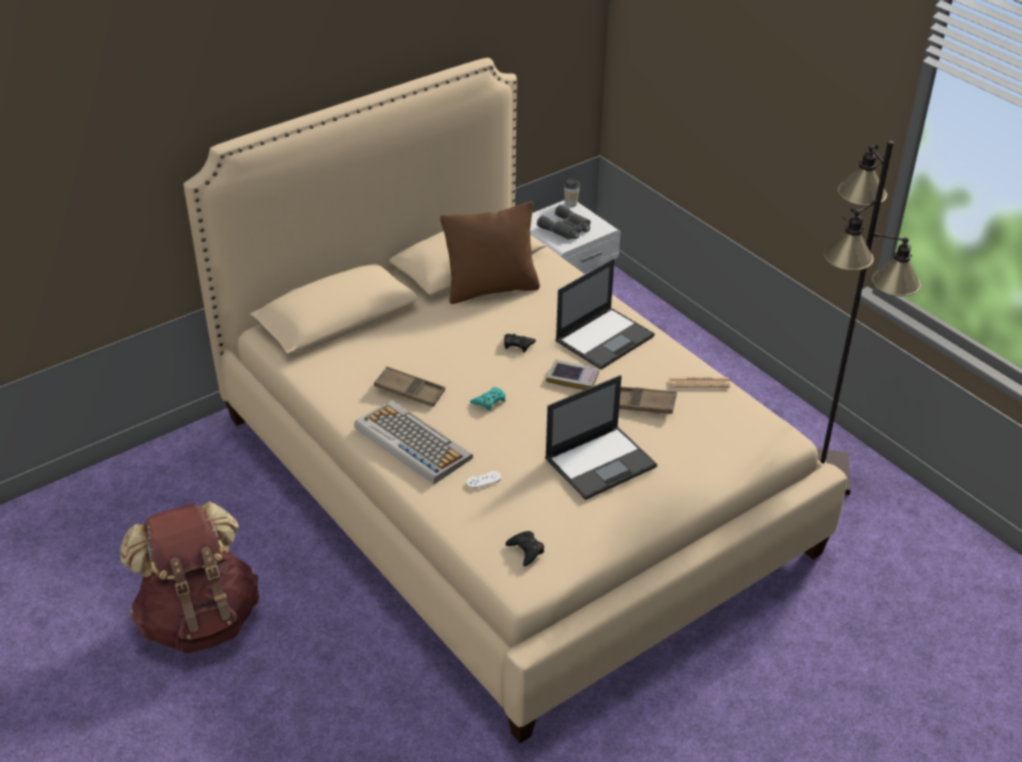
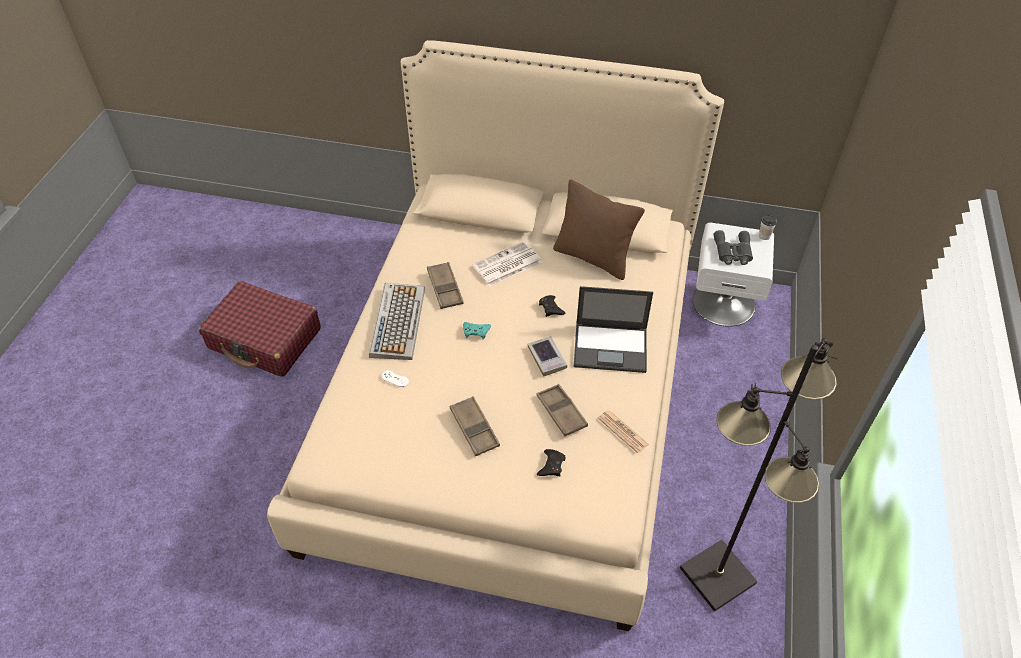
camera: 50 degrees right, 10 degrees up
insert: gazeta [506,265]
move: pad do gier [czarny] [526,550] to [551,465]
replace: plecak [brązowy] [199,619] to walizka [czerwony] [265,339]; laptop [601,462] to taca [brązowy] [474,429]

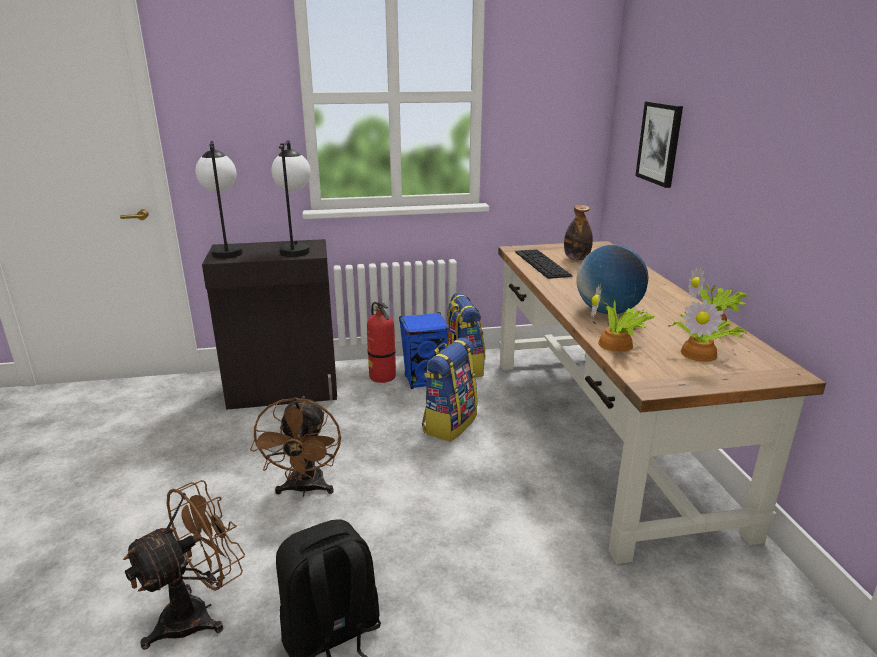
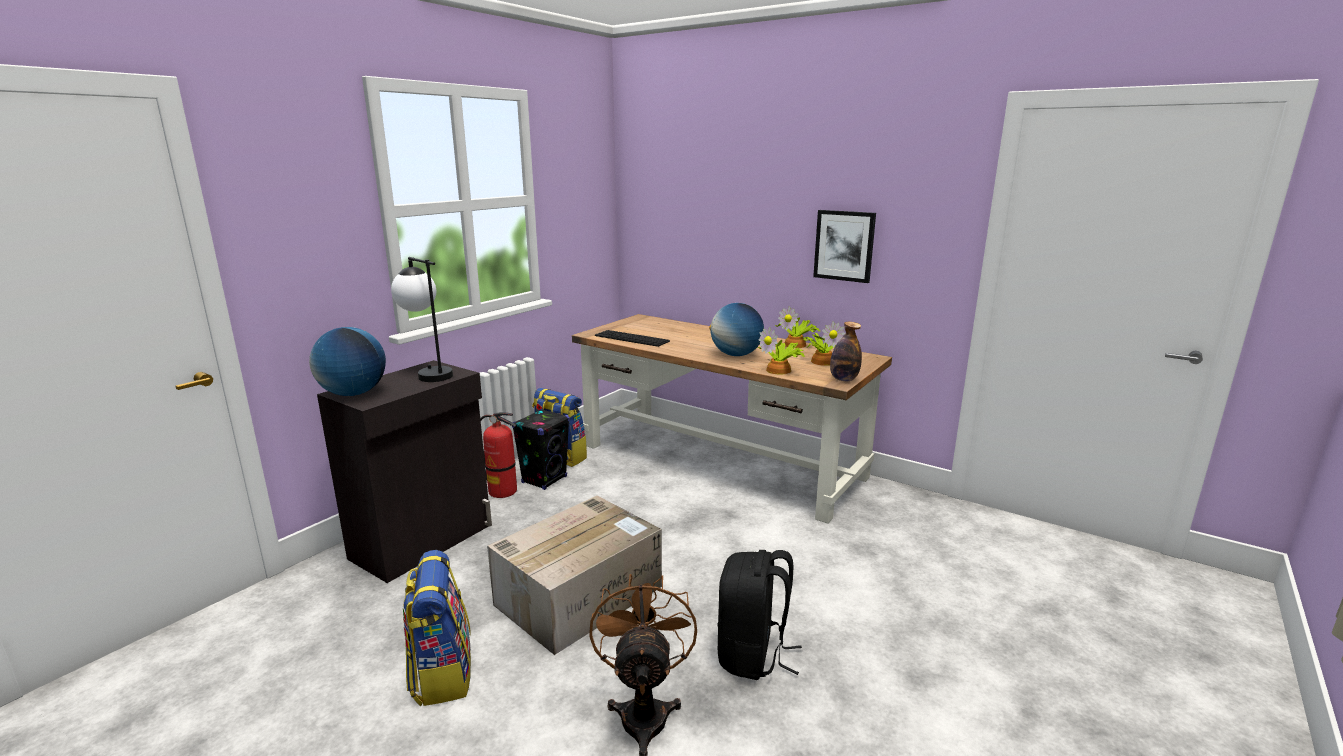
camera: 45 degrees left, 5 degrees down
move: plecak [449,423] to [441,673]; butelka [576,259] to [843,379]; obraz [660,143] to [844,245]
replace: lampa stołowa [226,250] to globus [353,393]; wentylator [brązowy] [305,489] to karton [580,594]
recolor: głośnik [niebieski] [424,380] to głośnik [czarny] [544,480]

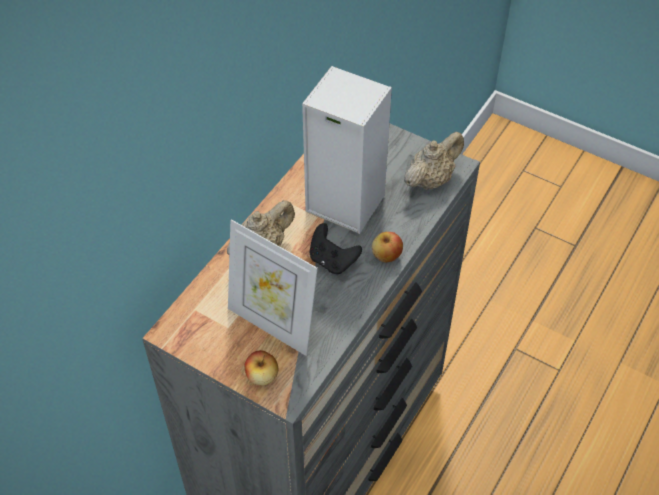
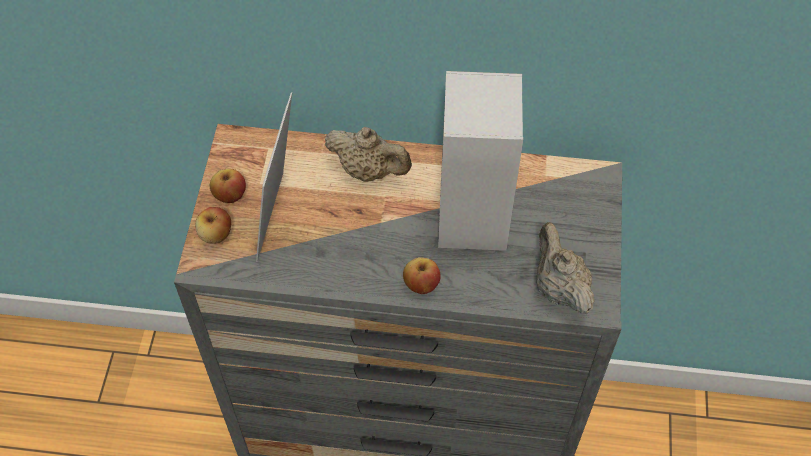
camera: 65 degrees right, 5 degrees up
delete: pad do gier [czarny] [332,261]
insert: jabłko [230,195]
rotate: imbryk [beżowy] [431,179] = [559,288] 135 degrees counterclockwise

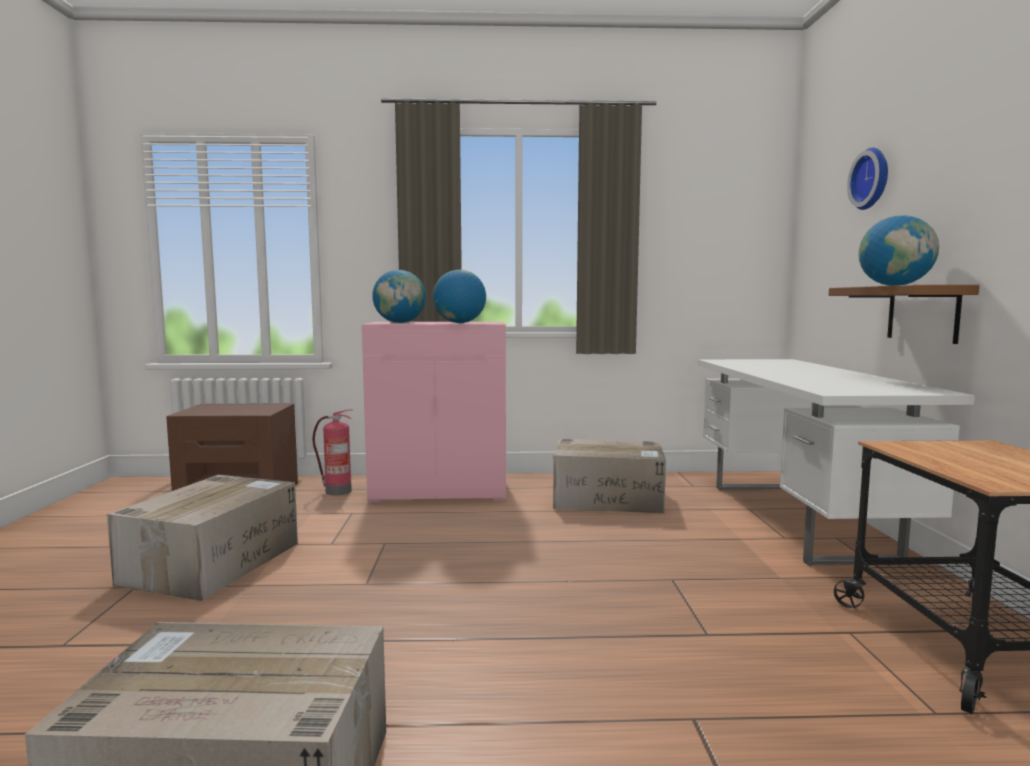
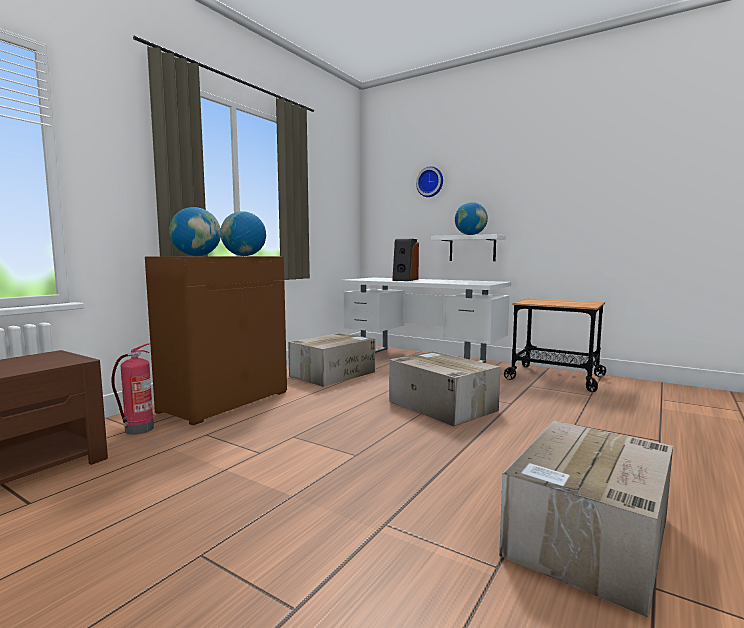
camera: 55 degrees left, 0 degrees up
insert: głośnik [405,280]
move: karton [214,562] to [440,405]
recolor: szafka [różowy] [440,490] to szafka [brązowy] [225,401]; półka [brązowy] [922,313] to półka [biały] [472,248]

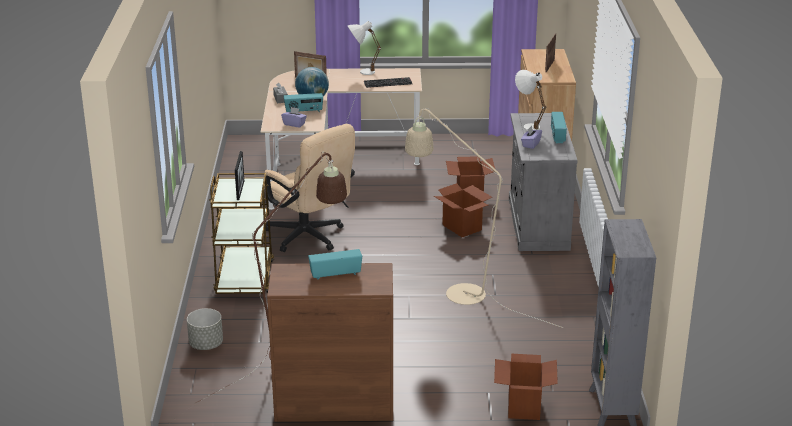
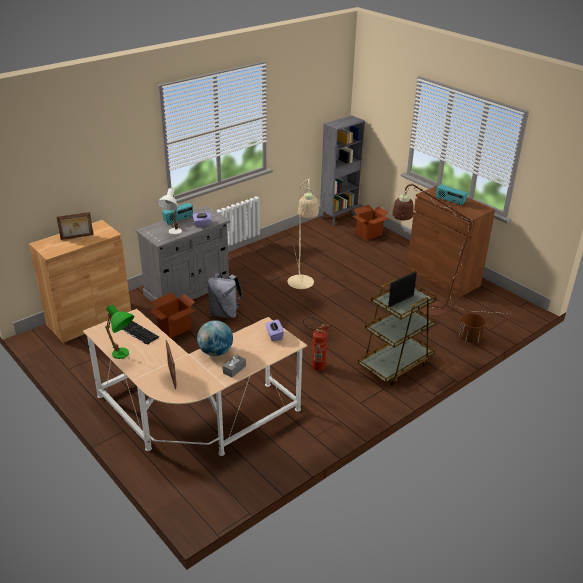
camera: 130 degrees left, 5 degrees up
delete: radio [304,111]
replace: krzesło biurowe [beżowy] [310,238] to gaśnica [314,366]; karton [462,227] to plecak [szary] [225,313]
recolor: donica [szary] [206,344] to donica [brązowy] [469,338]; lampa stołowa [biały] [361,72] to lampa stołowa [zielony] [124,356]

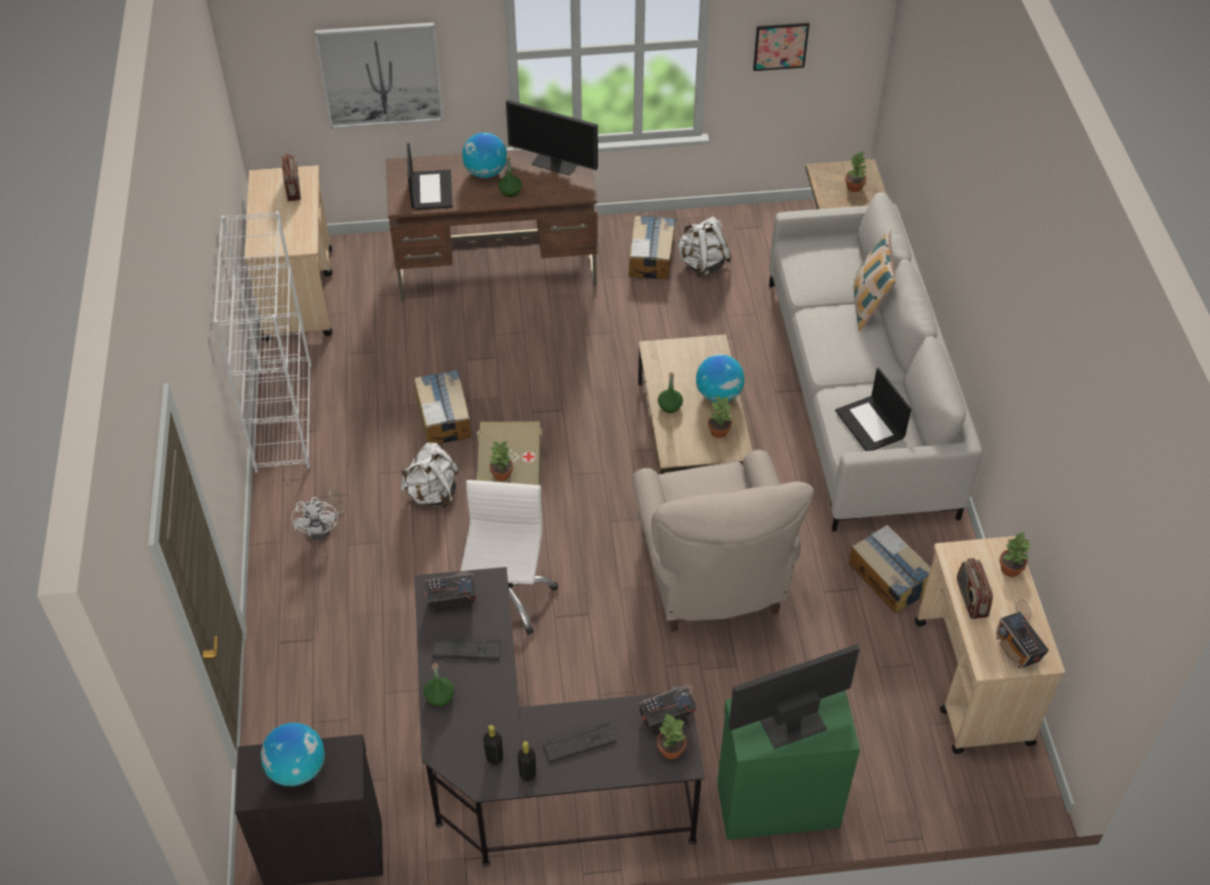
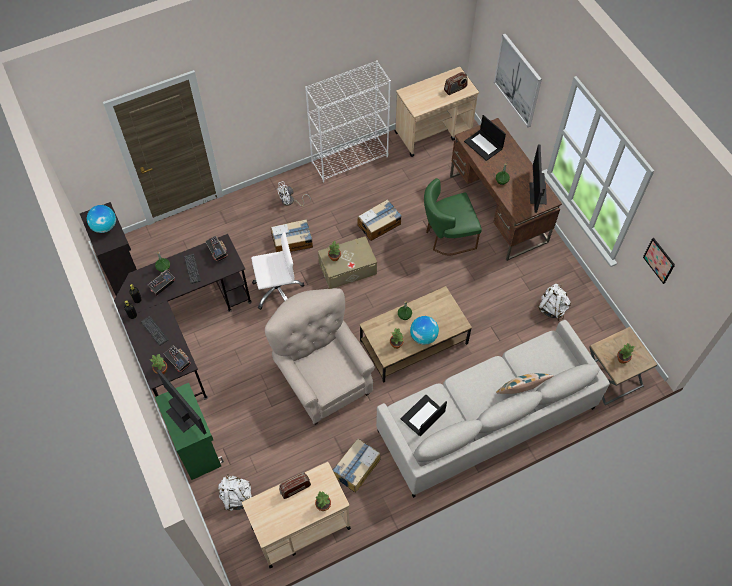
camera: 70 degrees right, 10 degrees up
delete: globus [485,172]
insert: krzesło [zielony] [447,237]
move: plecak [biały] [432,493] to [236,497]; karton [651,256] to [292,241]; radio [1017,650] to [162,287]
rotate: laptop [430,190] = [484,145] 75 degrees clockwise; fotel [beżowy] [711,578] = [322,379] 90 degrees clockwise

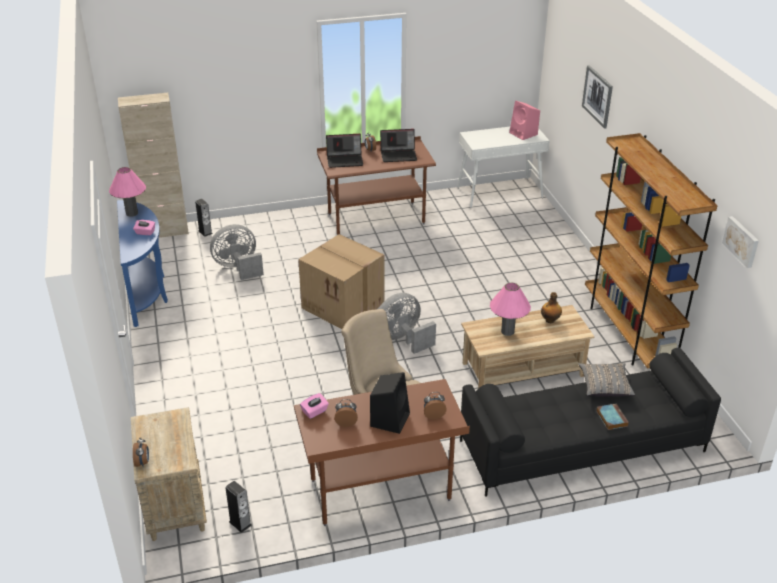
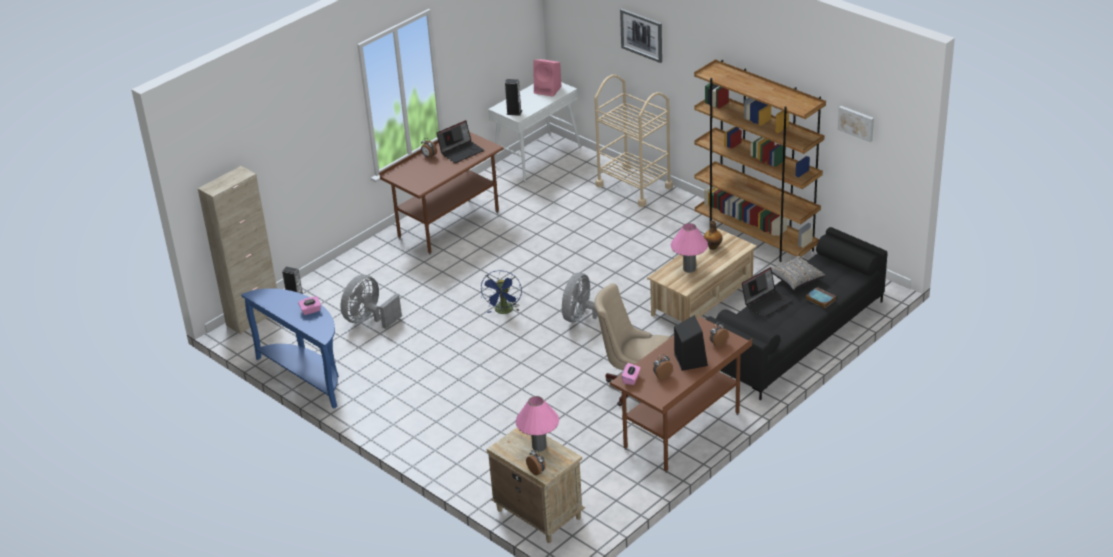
camera: 30 degrees left, 0 degrees up
insert: wózek [beżowy] [634,186]
move: lampa stołowa [różowy] [132,213] to [539,446]; głośnik [240,523] to [514,112]; laptop [345,160] to [767,302]
replace: karton [344,305] to wentylator [niebieski] [504,311]

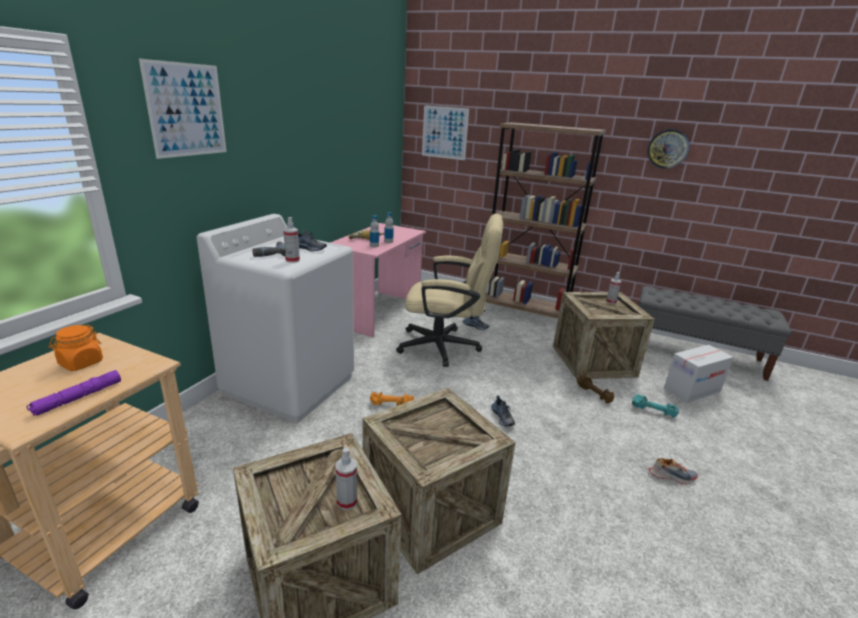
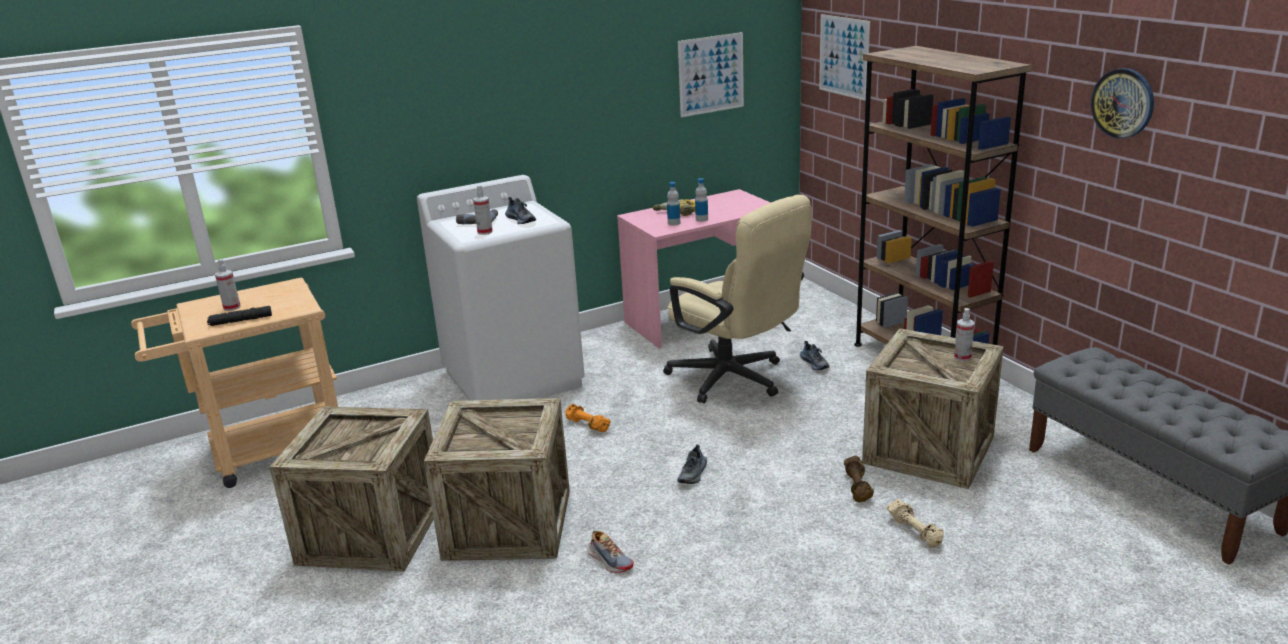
camera: 40 degrees right, 0 degrees up
delete: słoik [pomarańczowy] [81,363]; karton [692,390]
move: obraz [187,110] to [711,74]; spryskiwacz [347,501] to [232,307]; but [671,476] to [610,560]
recolor: latarka [fioletowy] [78,398] to latarka [czarny] [240,321]; hantel [turkusowy] [653,411] to hantel [beżowy] [915,532]

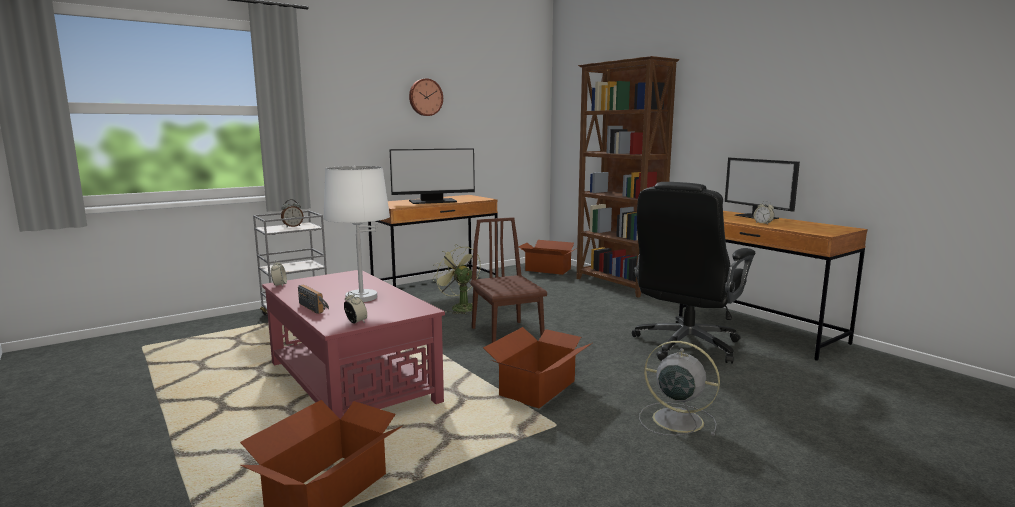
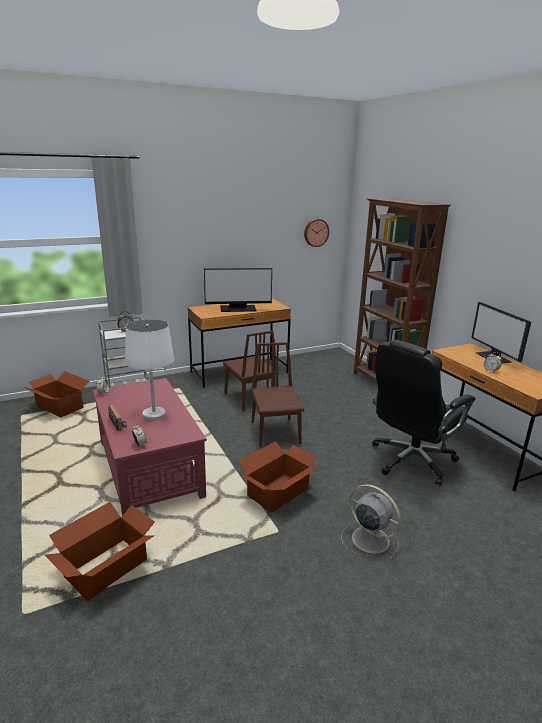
camera: 10 degrees right, 10 degrees up
move: zegar ścienny [425,97] to [316,232]; karton [548,270] to [59,407]
replace: wentylator [zielony] [459,307] to krzesło [brązowy] [249,398]

